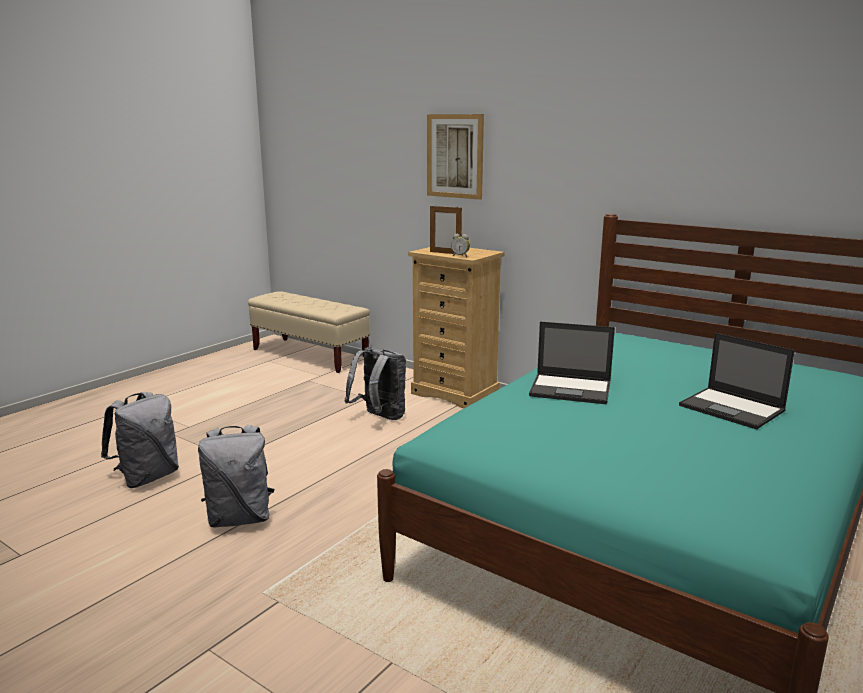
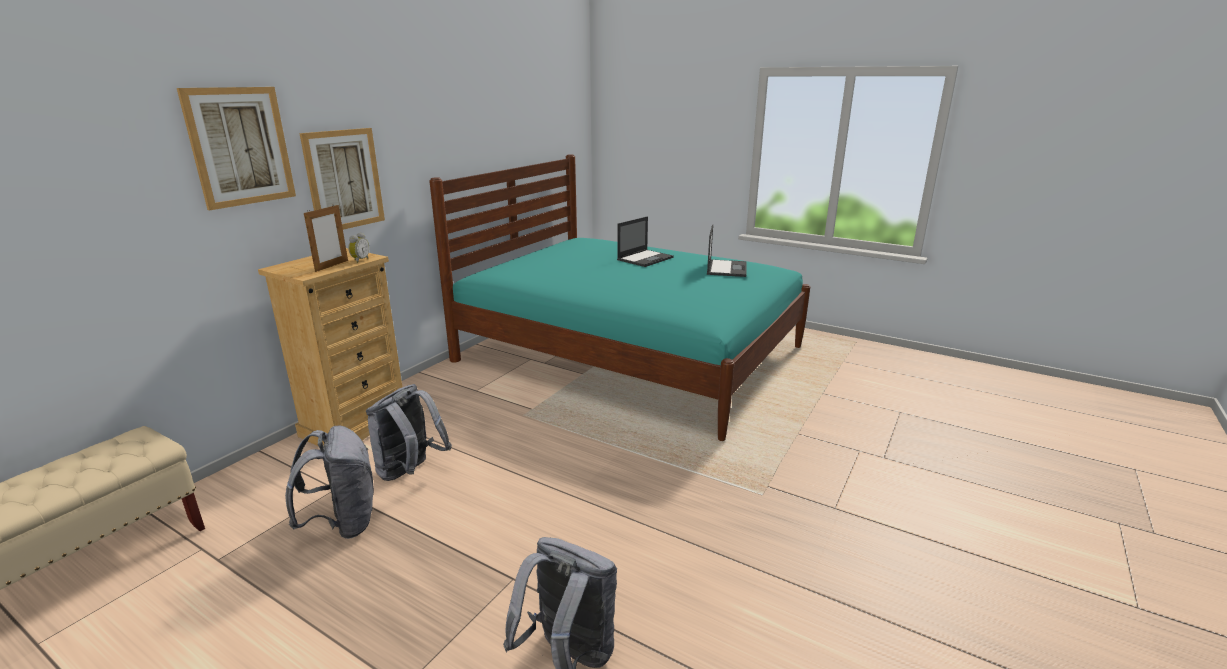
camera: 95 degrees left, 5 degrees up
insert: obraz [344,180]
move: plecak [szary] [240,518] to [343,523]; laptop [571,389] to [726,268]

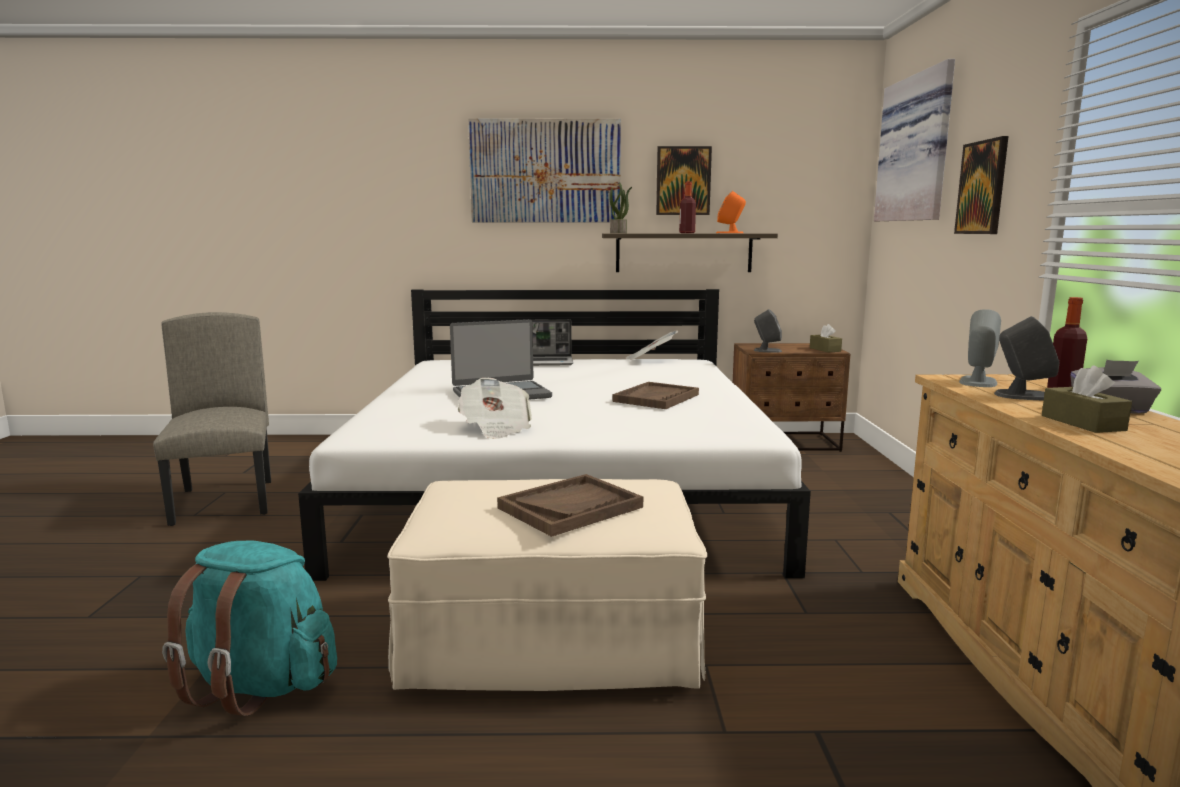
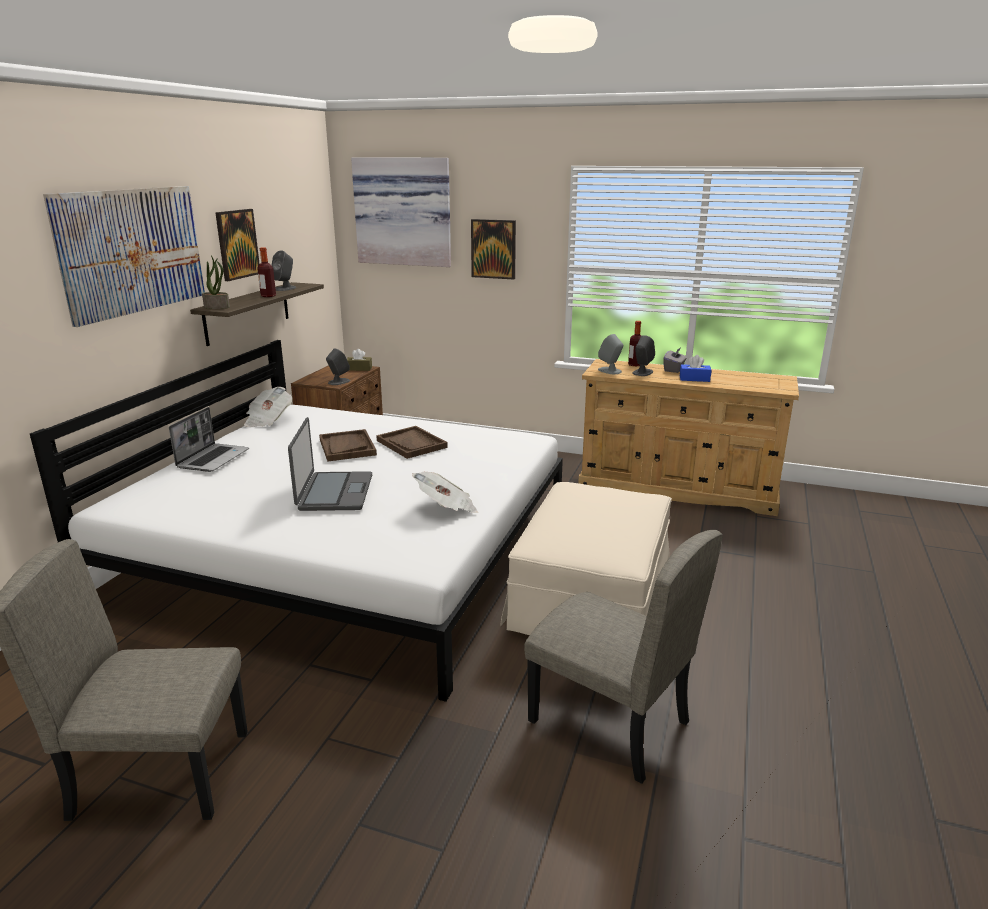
camera: 70 degrees left, 10 degrees up
move: taca [brązowy] [570,507] to [347,447]
replace: plecak [turkusowy] [260,685] to krzesło [beżowy] [608,722]
recolor: głośnik [pomarańczowy] [730,233] to głośnik [szary] [285,288]; pudełko chusteczek [brązowy] [1082,423] to pudełko chusteczek [niebieski] [694,379]

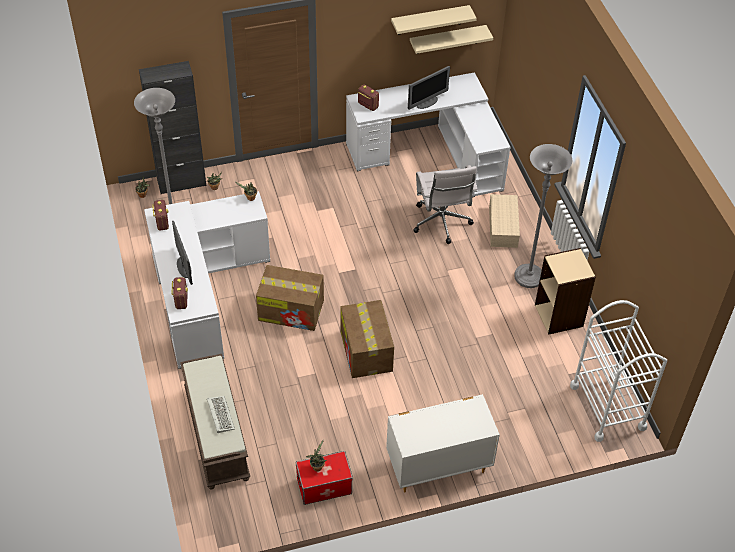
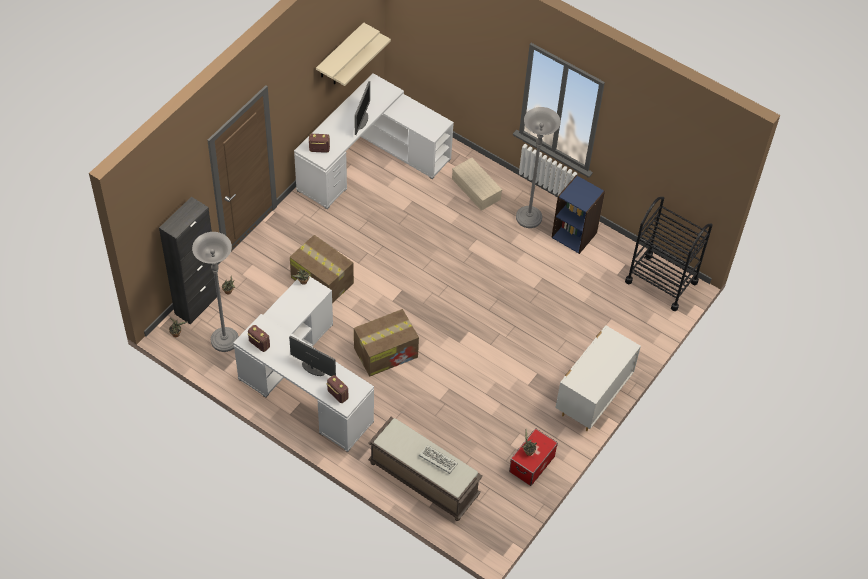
camera: 40 degrees left, 5 degrees up
delete: krzesło biurowe [biały] [441,224]
move: karton [366,352] to [323,281]
recolor: regał [beżowy] [559,315] to regał [niebieski] [574,235]; wózek [biały] [607,407] to wózek [czarny] [661,282]

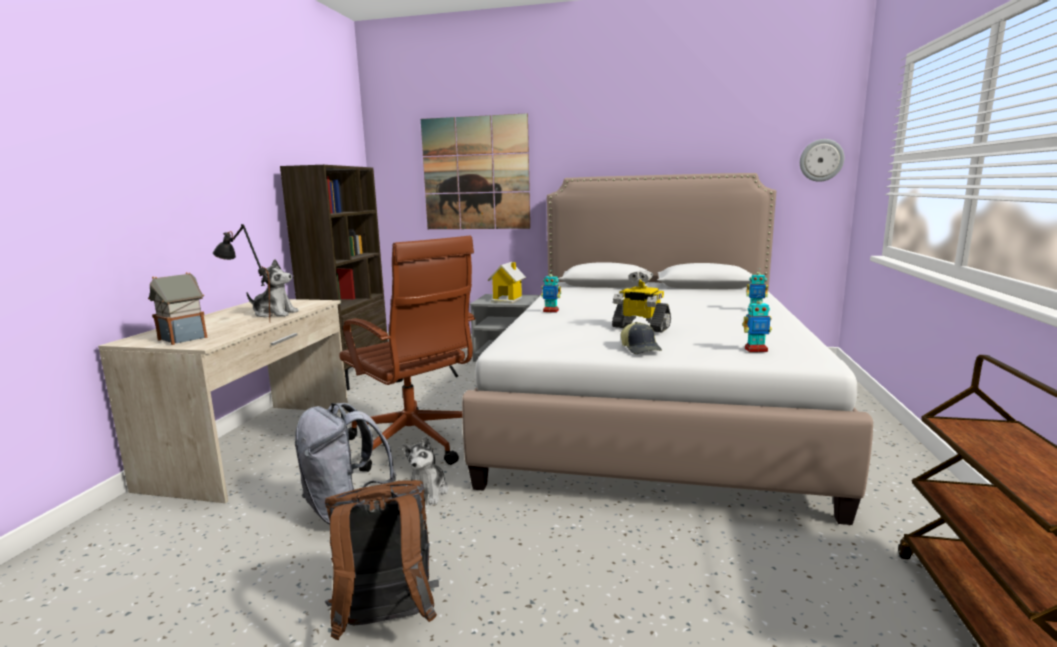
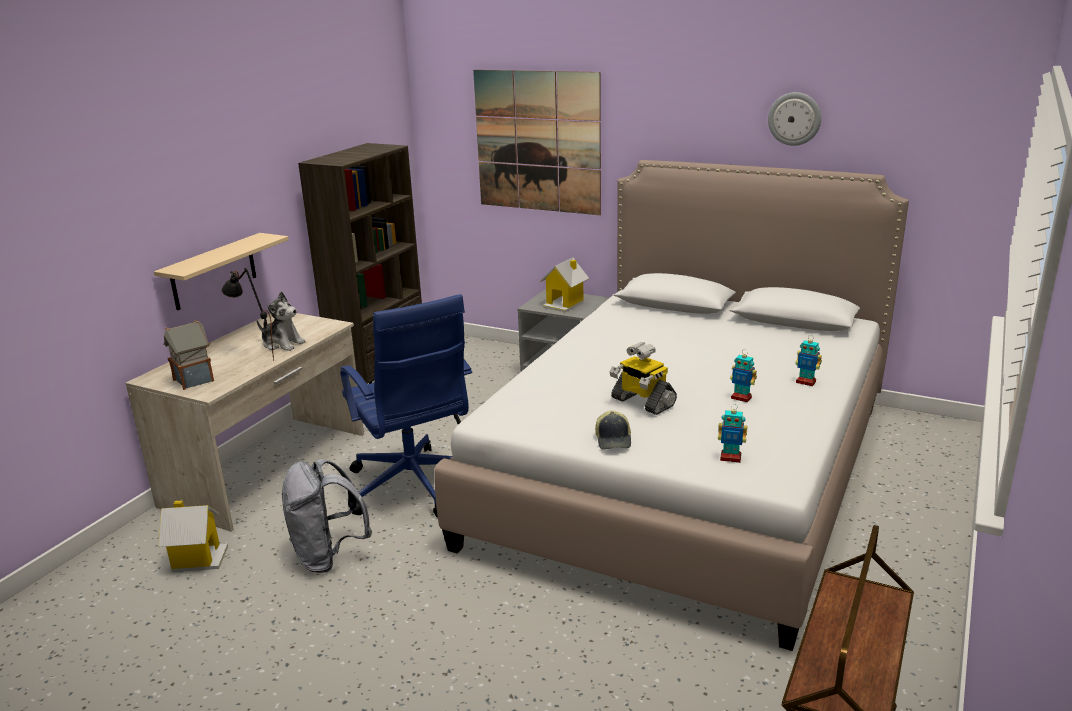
camera: 15 degrees right, 10 degrees up
delete: plecak [brązowy] [386,623]; pluszak [428,492]
insert: półka [beżowy] [213,271]; domek [198,558]
move: robot zabawkowy [551,311] to [741,398]; zegar ścienny [821,160] to [794,119]
recolor: krzesło biurowe [brązowy] [414,444] to krzesło biurowe [niebieski] [414,487]

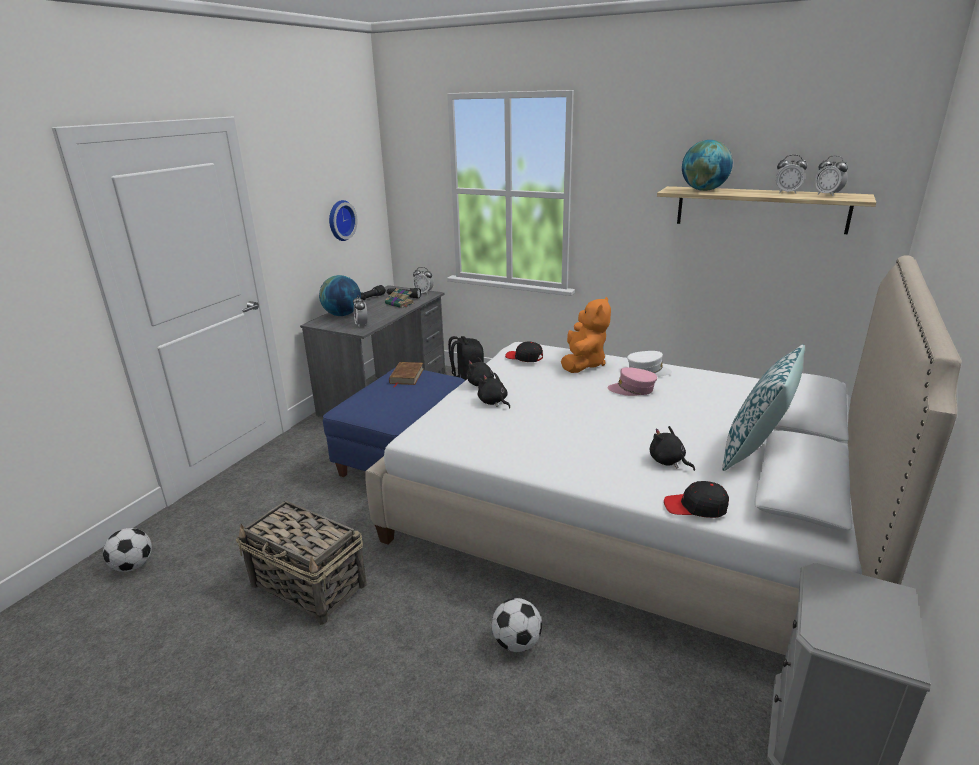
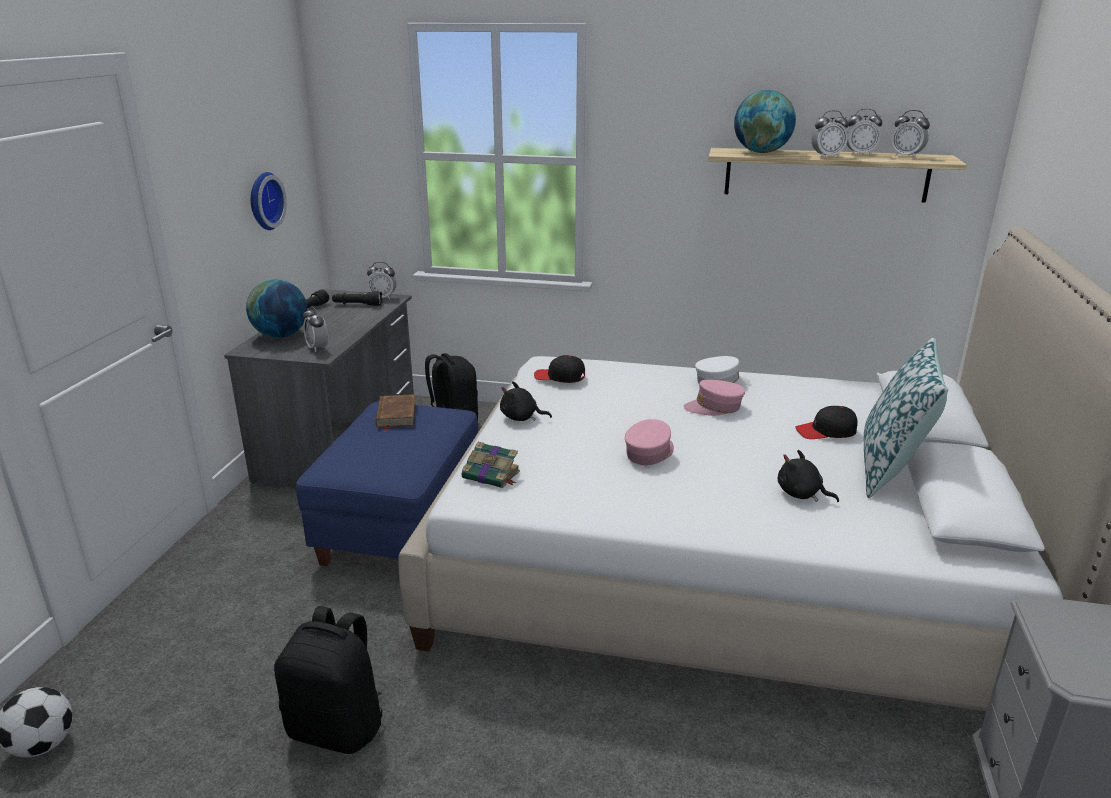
camera: 15 degrees left, 0 degrees up
delete: pluszak [czarny] [493,402]; piłka futbolowa [517,643]; pluszak [pomarańczowy] [583,364]
insert: czapka z daszkiem [różowy] [649,452]; budzik [827,157]
move: książka [400,304] to [492,475]; czapka z daszkiem [czarny] [695,507] to [826,432]
replace: koszyk [309,586] to plecak [czarny] [338,727]

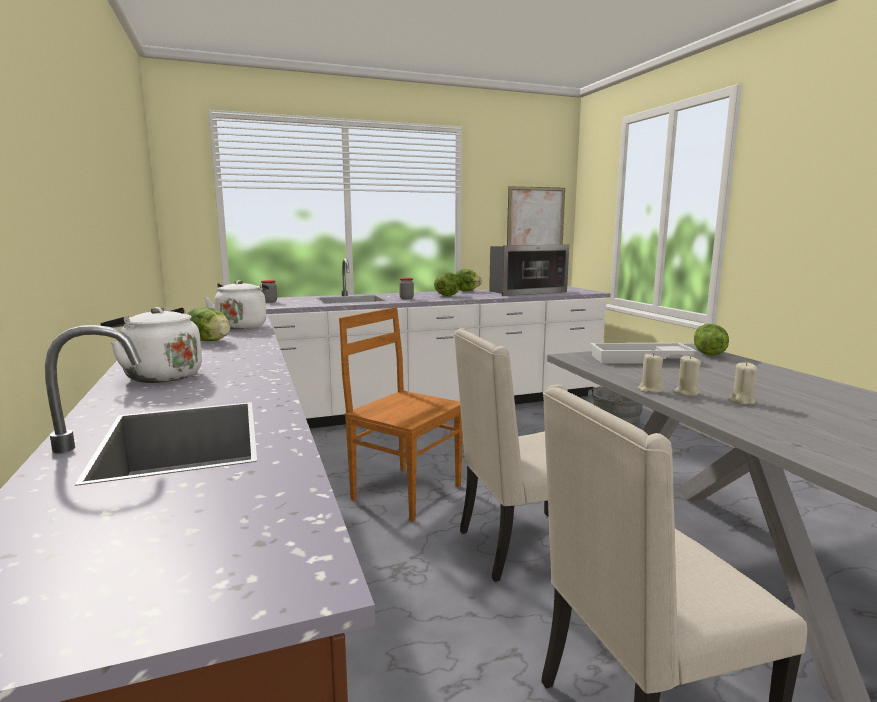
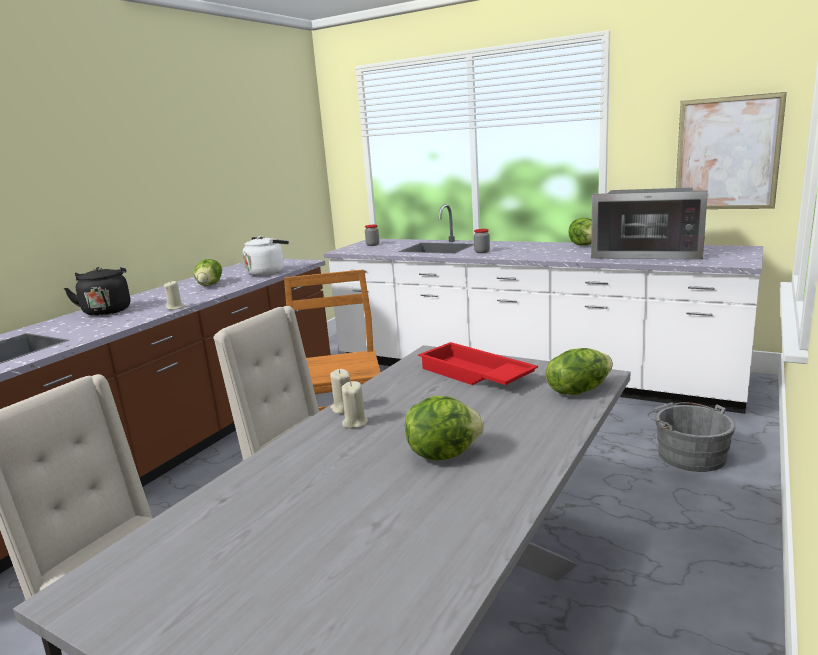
camera: 50 degrees right, 5 degrees up
move: sałata [447,295] to [442,453]; świeca [beżowy] [741,401] to [175,308]
recolor: czajnik [biały] [159,376] to czajnik [czarny] [107,311]; taca [biały] [640,359] to taca [czerwony] [474,375]

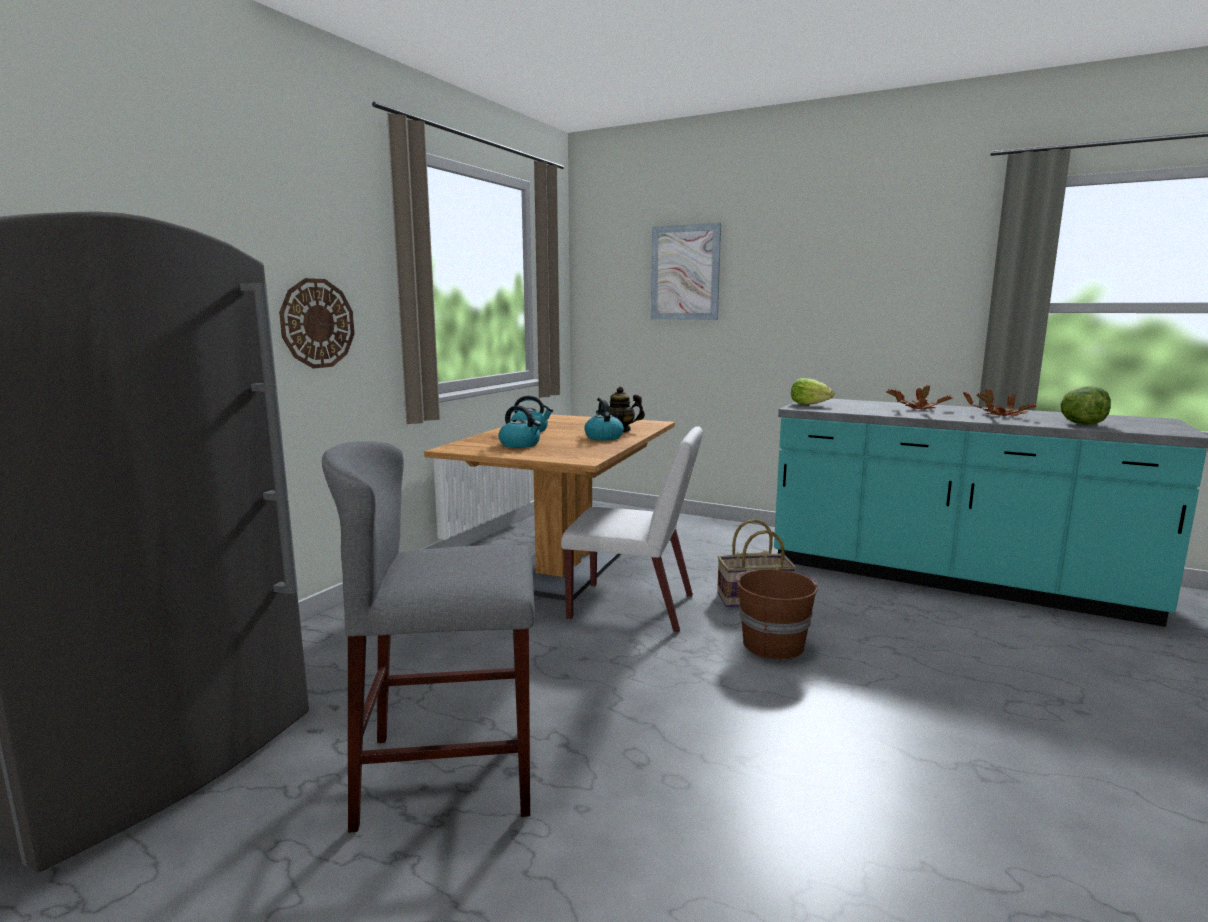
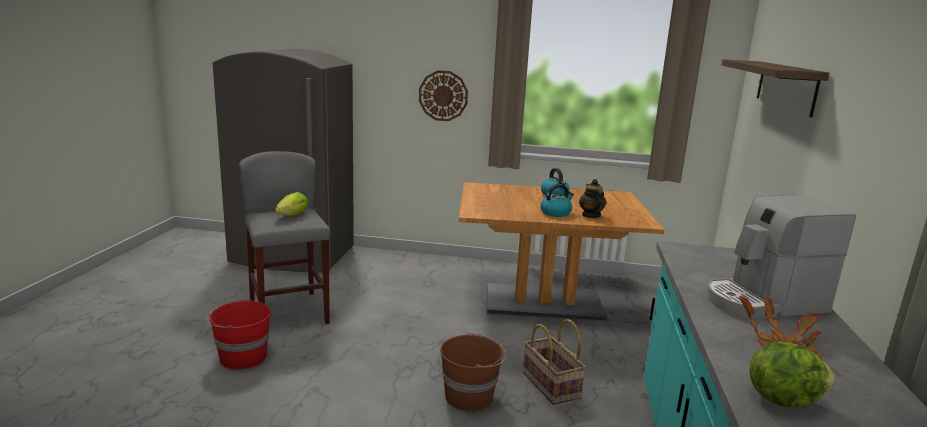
camera: 70 degrees right, 5 degrees up
delete: czajnik [520,444]; krzesło [biały] [634,607]
insert: wiadro [czerwony] [242,357]
move: sałata [809,404] to [293,216]
replace: obraz [685,273] to półka [785,86]; roślina doniczkowa [917,409] to ekspres do kawy [763,302]

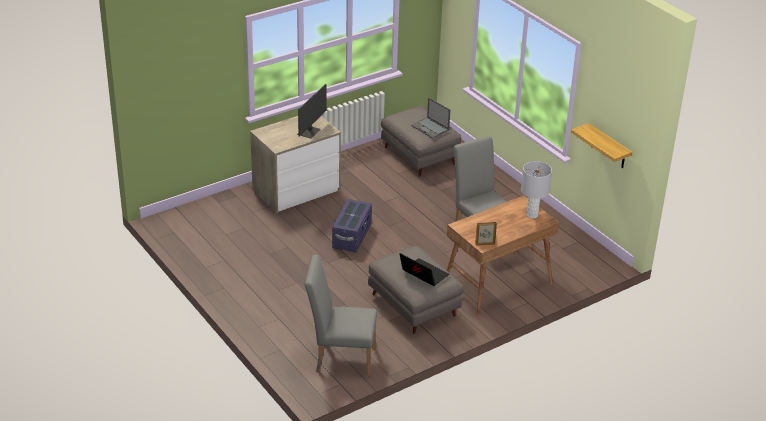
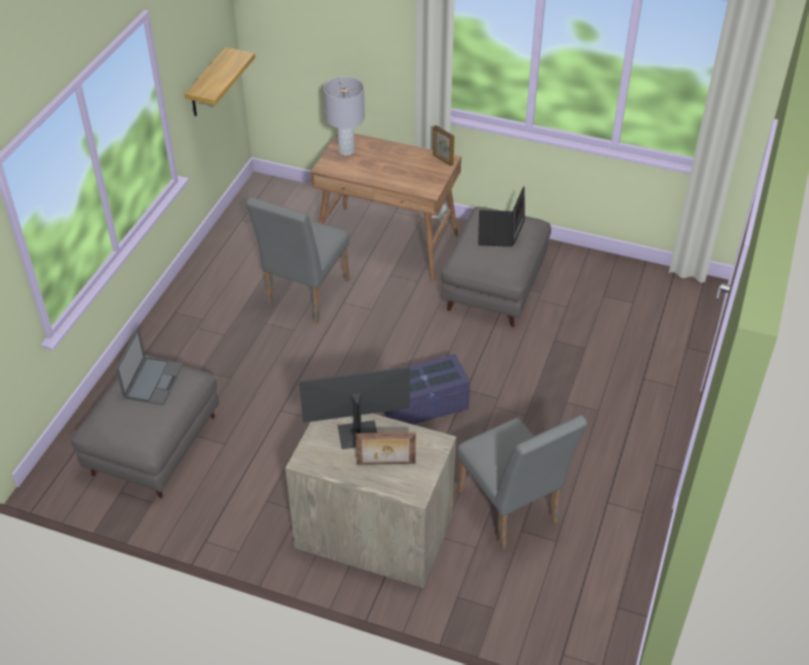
camera: 125 degrees left, 10 degrees up
insert: ramka na zdjęcie [386,464]
move: krzesło [szary] [340,358] to [511,512]

